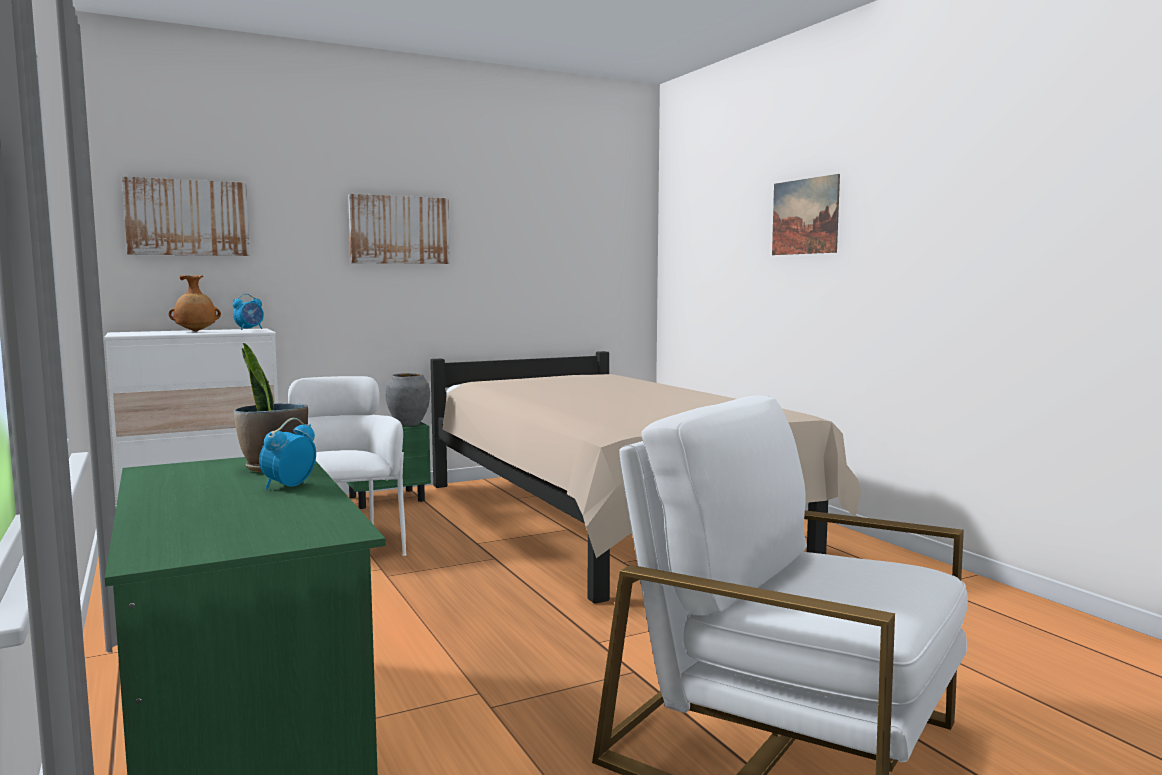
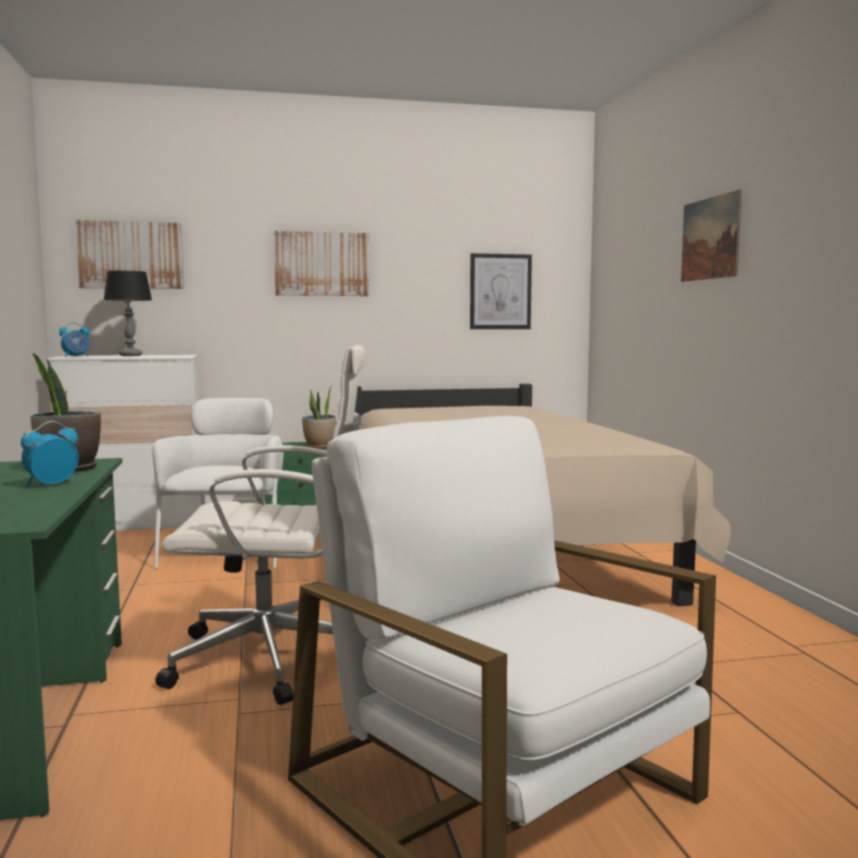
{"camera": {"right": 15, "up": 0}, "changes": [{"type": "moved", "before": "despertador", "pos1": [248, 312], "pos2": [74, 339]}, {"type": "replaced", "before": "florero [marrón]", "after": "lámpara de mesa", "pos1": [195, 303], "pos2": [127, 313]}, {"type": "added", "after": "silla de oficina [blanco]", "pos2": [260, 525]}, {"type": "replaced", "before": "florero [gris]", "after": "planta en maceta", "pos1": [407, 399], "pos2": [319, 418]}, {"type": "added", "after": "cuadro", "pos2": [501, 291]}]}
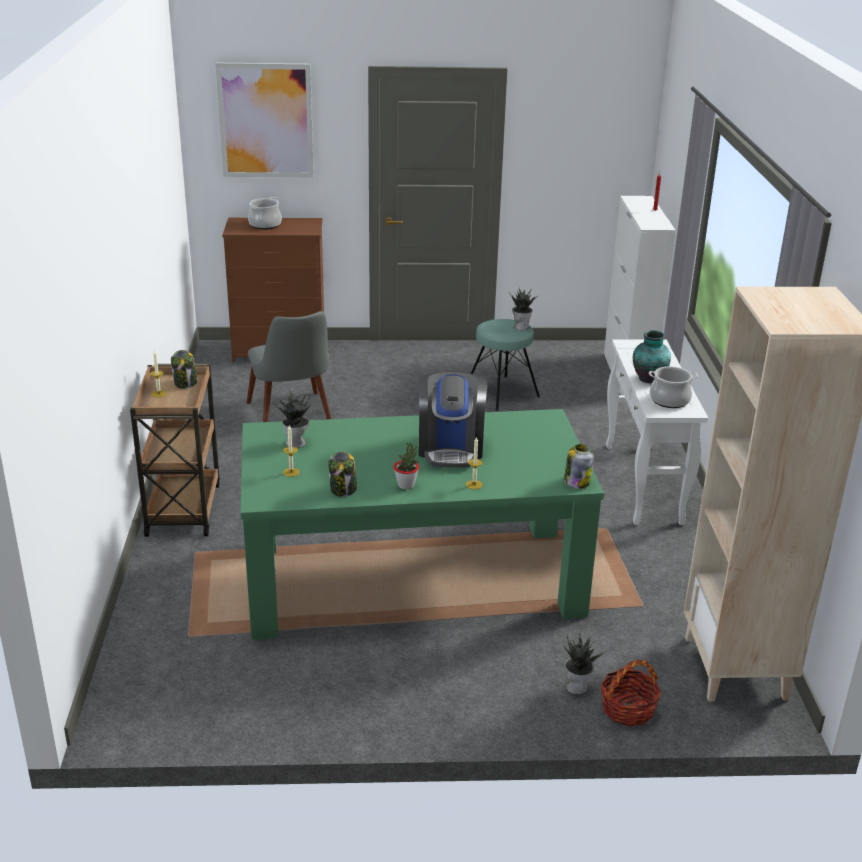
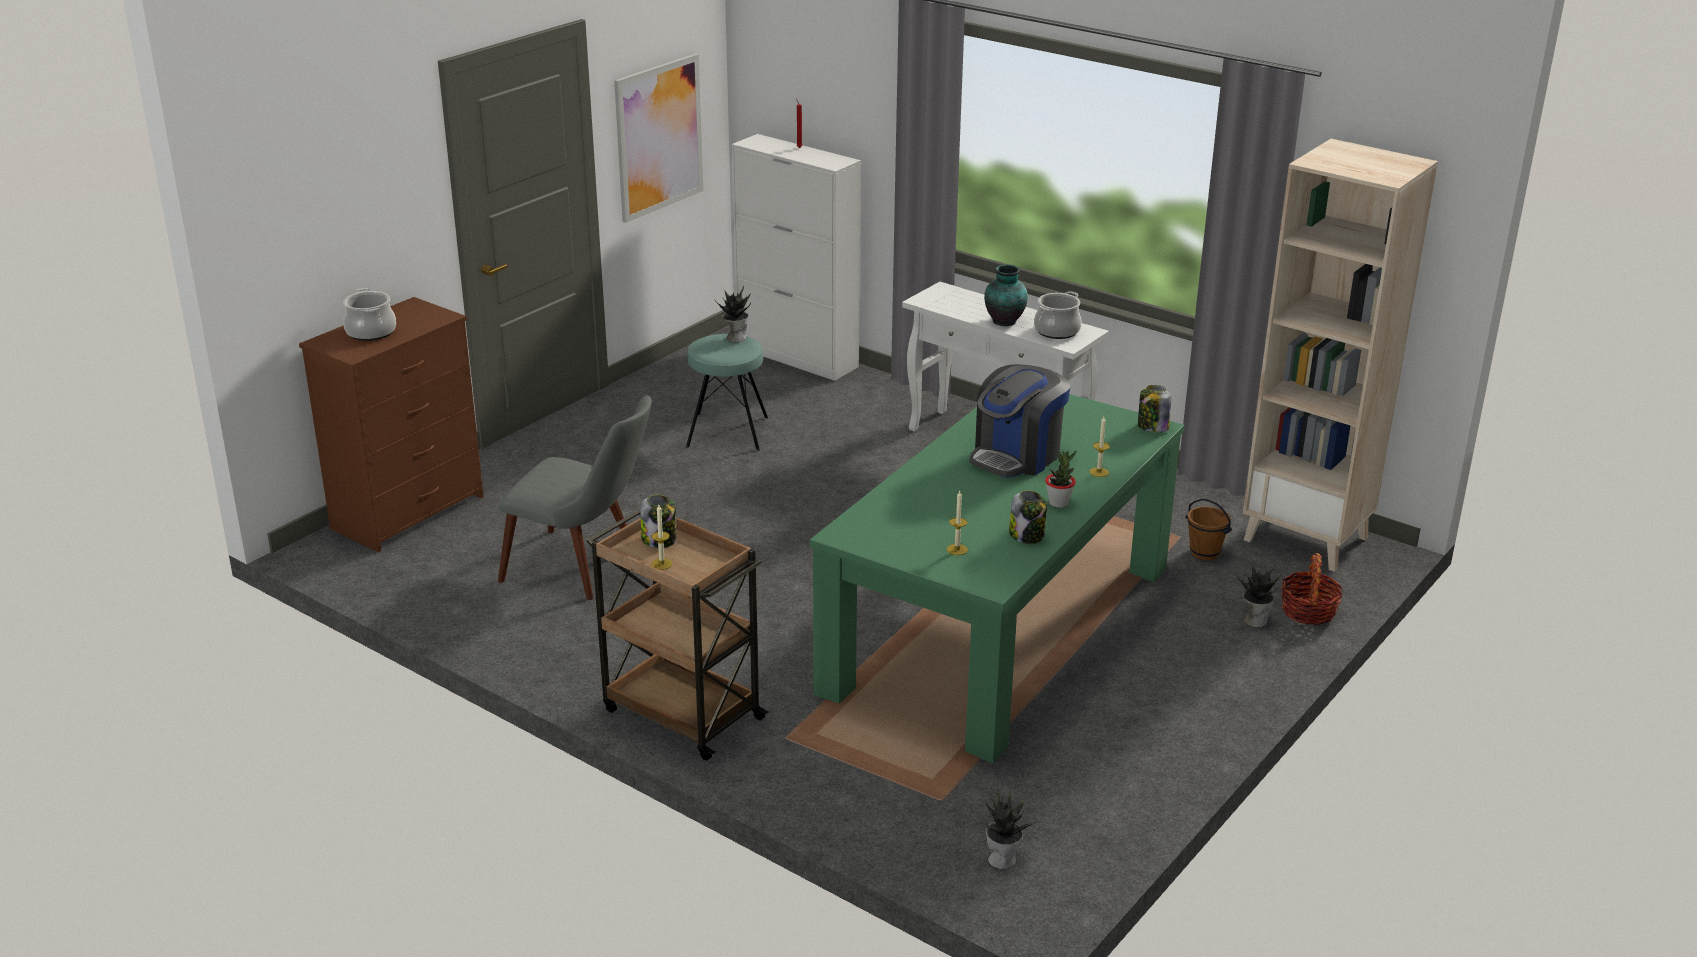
{"camera": {"right": -50, "up": 0}, "changes": [{"type": "moved", "before": "cuadro", "pos1": [265, 120], "pos2": [658, 138]}, {"type": "turned", "before": "cafetera", "pos1": [452, 419], "pos2": [1019, 421], "turn": 90}, {"type": "moved", "before": "planta en maceta", "pos1": [292, 418], "pos2": [1011, 829]}, {"type": "added", "after": "cubo [marrón]", "pos2": [1208, 530]}]}
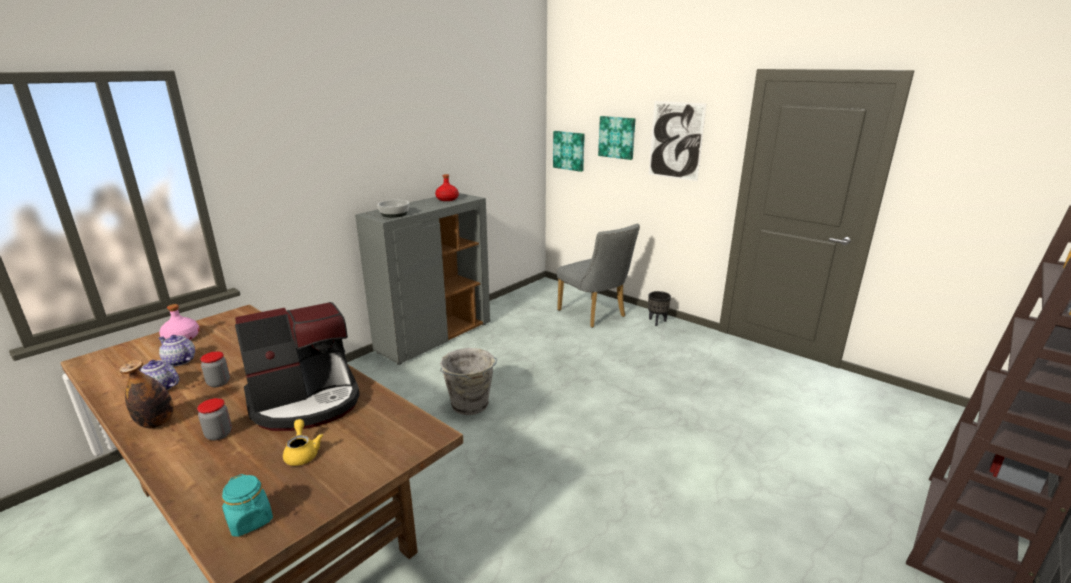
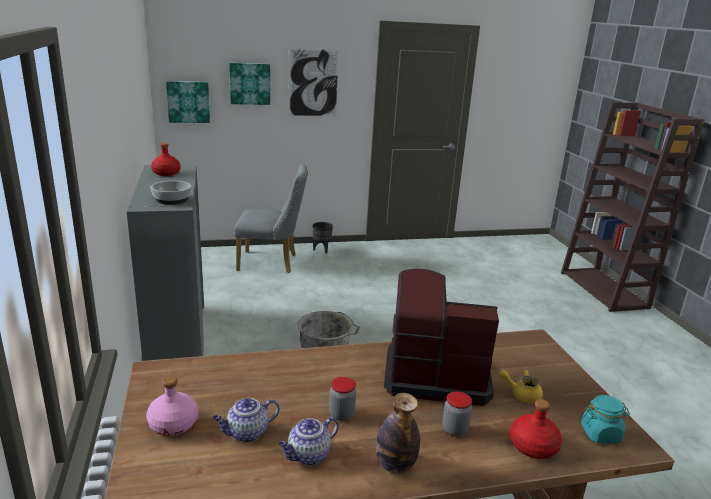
{"camera": {"right": -55, "up": 0}, "changes": [{"type": "turned", "before": "cafetera", "pos1": [297, 366], "pos2": [441, 337], "turn": -90}, {"type": "added", "after": "botella [rojo]", "pos2": [536, 429]}]}
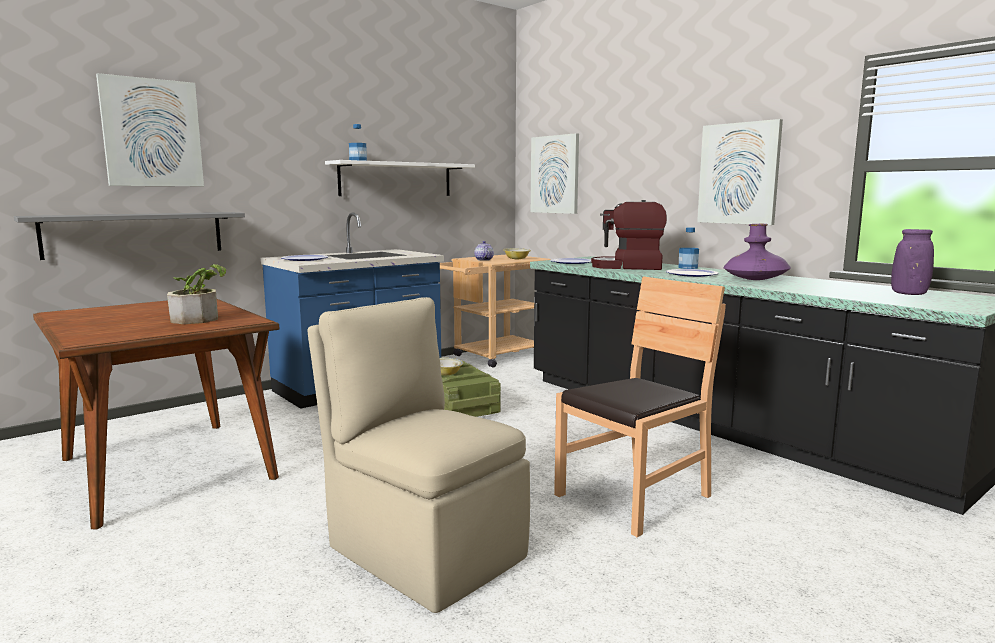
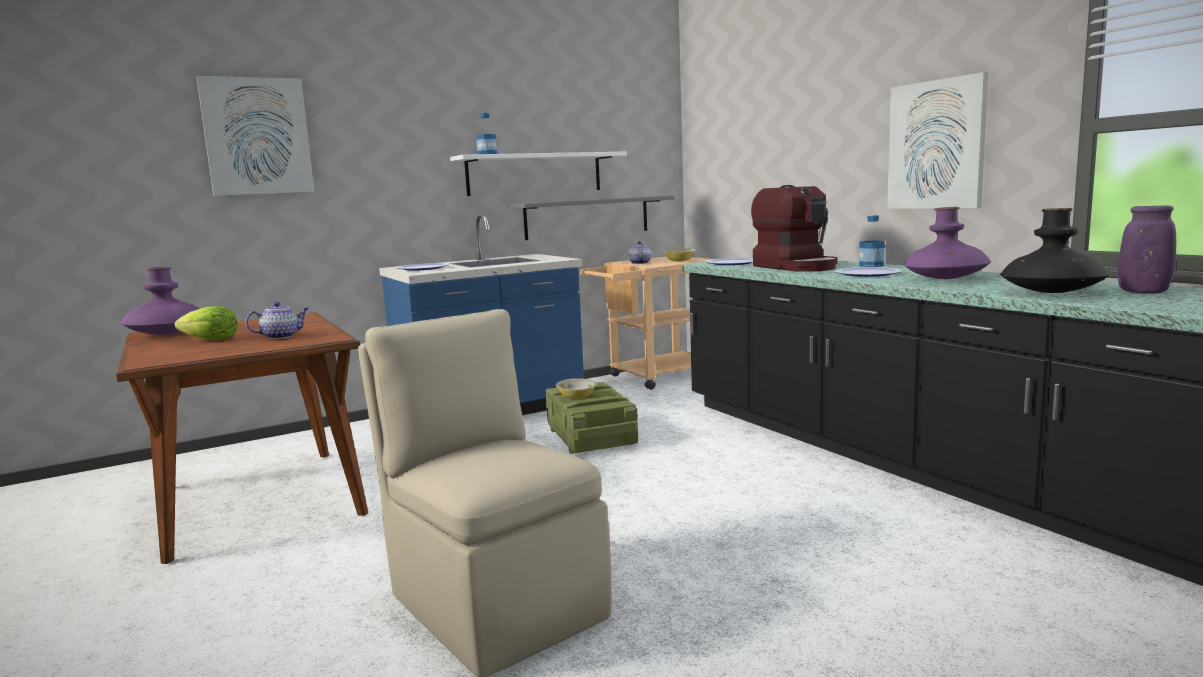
{"camera": {"right": 10, "up": 0}, "changes": [{"type": "added", "after": "florero [morado]", "pos2": [160, 301]}, {"type": "added", "after": "lechuga", "pos2": [206, 323]}, {"type": "replaced", "before": "planta en maceta", "after": "tetera", "pos1": [196, 294], "pos2": [277, 320]}, {"type": "moved", "before": "estante [gris]", "pos1": [129, 236], "pos2": [592, 218]}, {"type": "turned", "before": "cafetera", "pos1": [629, 235], "pos2": [794, 228], "turn": -135}, {"type": "added", "after": "florero [negro]", "pos2": [1055, 250]}, {"type": "removed", "before": "cuadro", "pos1": [555, 173]}, {"type": "removed", "before": "silla [marrón]", "pos1": [640, 406]}]}
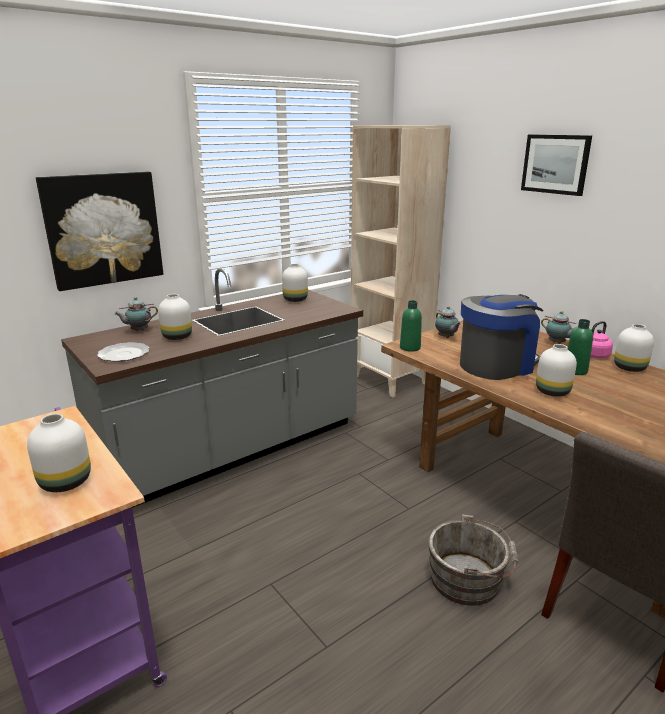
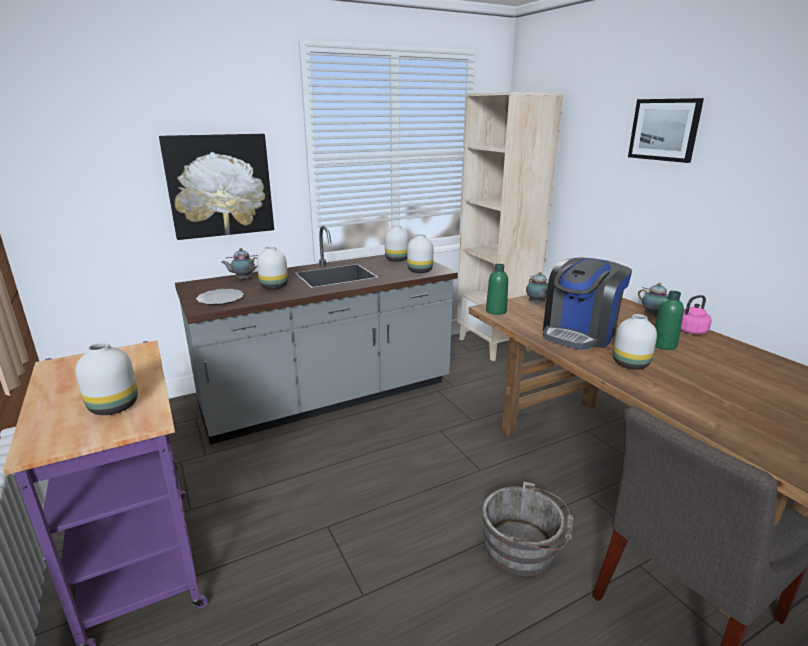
{"camera": {"right": 10, "up": 0}, "changes": [{"type": "moved", "before": "florero [blanco]", "pos1": [634, 348], "pos2": [420, 253]}, {"type": "turned", "before": "cafetera", "pos1": [502, 337], "pos2": [587, 304], "turn": 150}]}
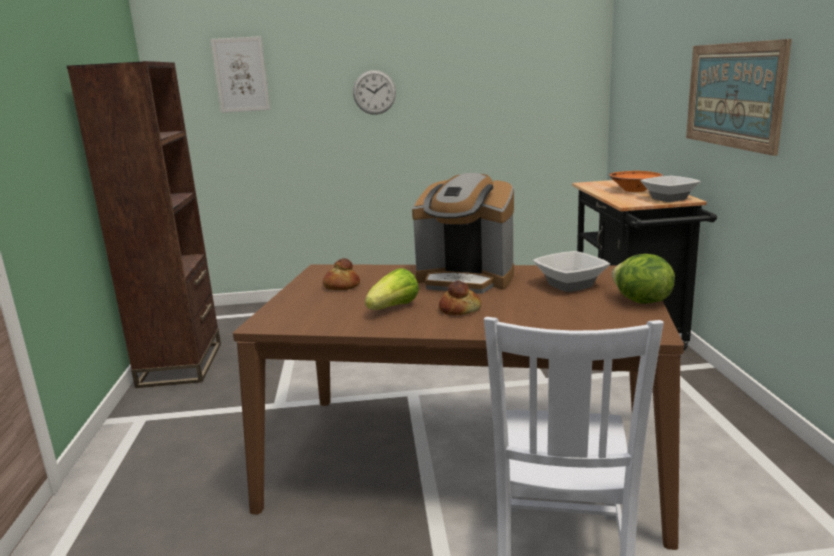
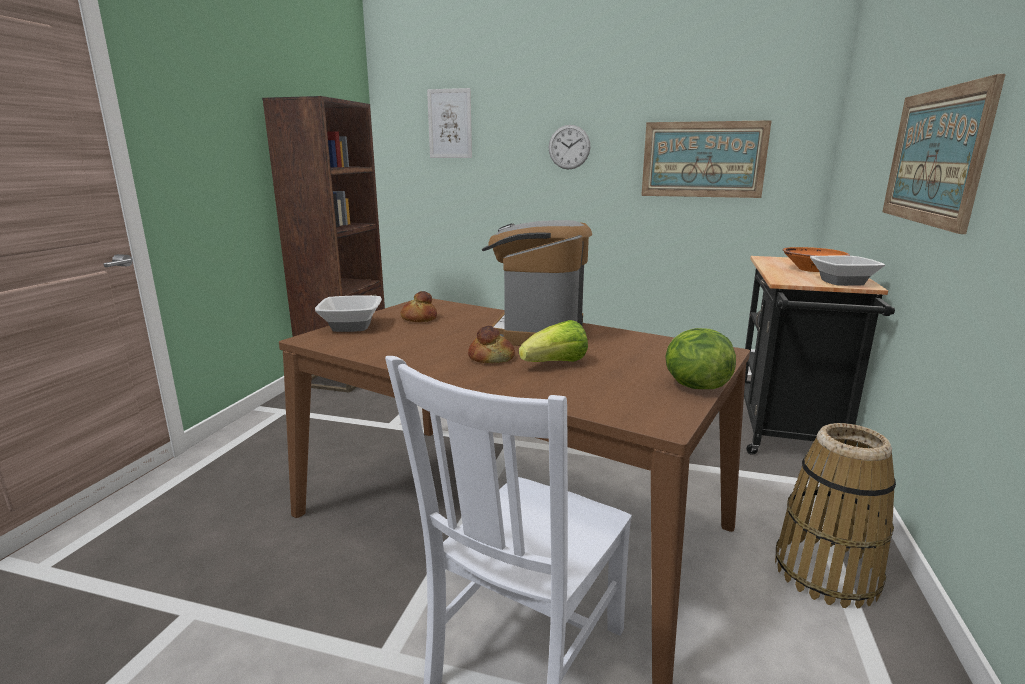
{"camera": {"right": 20, "up": 0}, "changes": [{"type": "moved", "before": "cuenco", "pos1": [571, 271], "pos2": [348, 313]}, {"type": "turned", "before": "cafetera", "pos1": [463, 233], "pos2": [537, 283], "turn": 60}, {"type": "moved", "before": "lechuga", "pos1": [392, 289], "pos2": [553, 341]}, {"type": "added", "after": "cuadro", "pos2": [706, 159]}, {"type": "added", "after": "cesta", "pos2": [835, 515]}]}
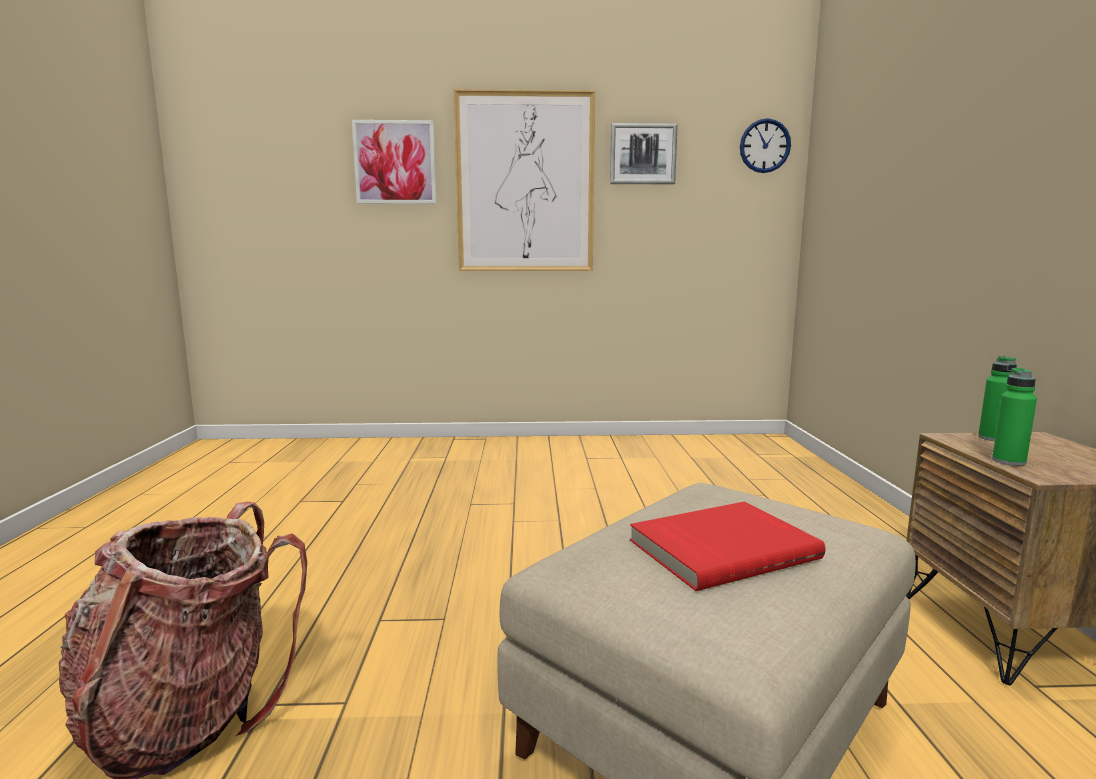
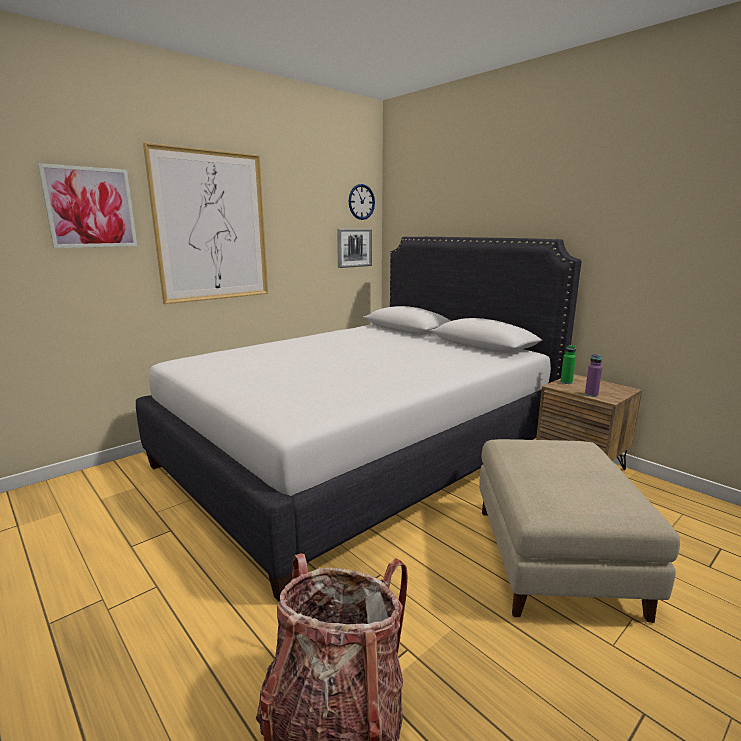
{"camera": {"right": -40, "up": 5}, "changes": [{"type": "added", "after": "cama [blanco]", "pos2": [359, 419]}, {"type": "moved", "before": "cuadro", "pos1": [644, 153], "pos2": [354, 248]}, {"type": "recoloured", "before": "botella [verde]", "after": "botella [morado]", "pos1": [1014, 417], "pos2": [593, 375]}, {"type": "removed", "before": "libro [rojo]", "pos1": [727, 546]}]}
